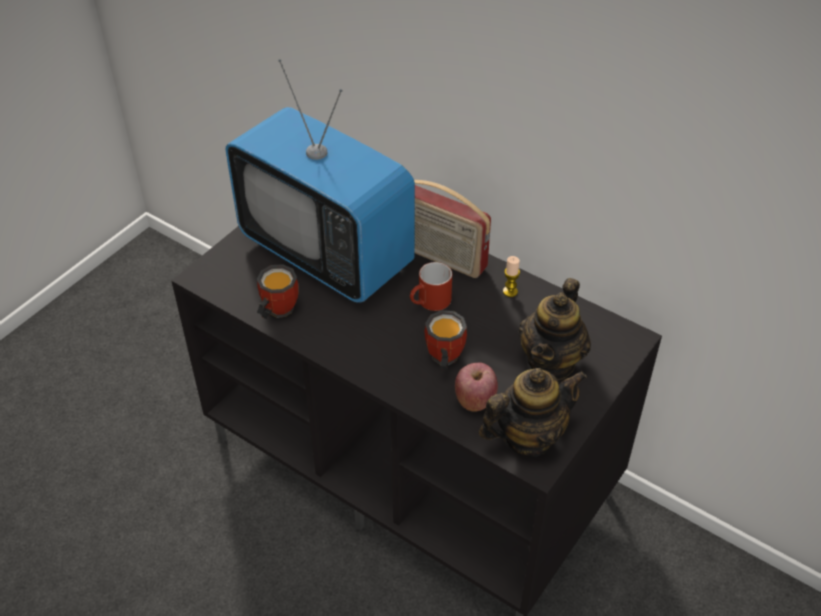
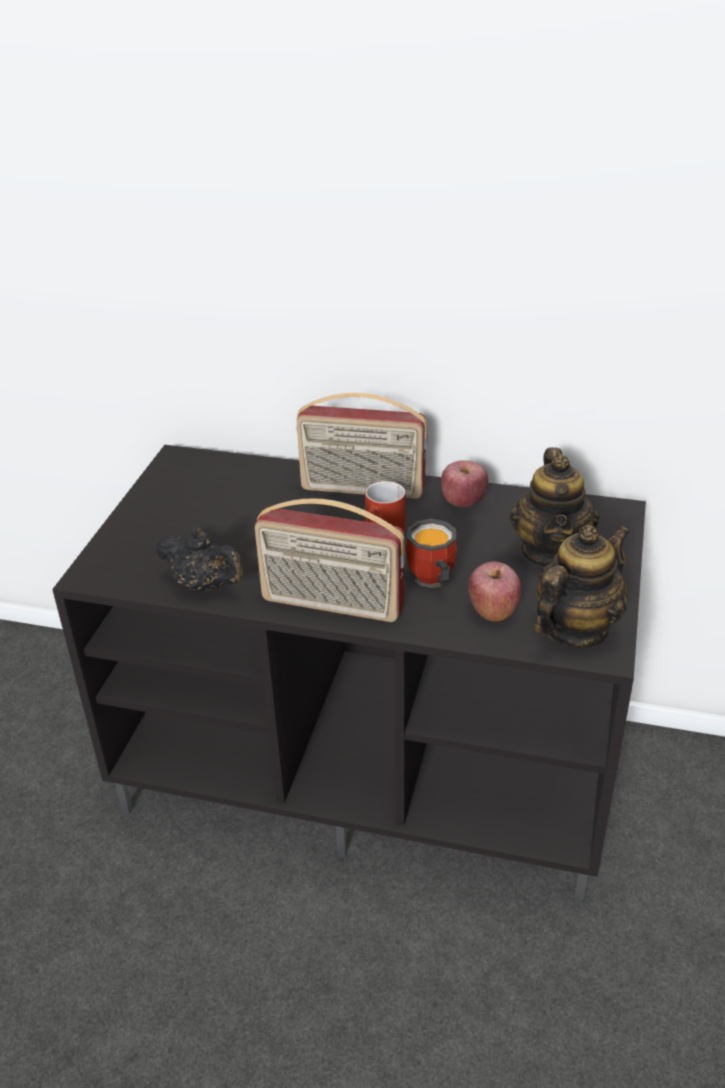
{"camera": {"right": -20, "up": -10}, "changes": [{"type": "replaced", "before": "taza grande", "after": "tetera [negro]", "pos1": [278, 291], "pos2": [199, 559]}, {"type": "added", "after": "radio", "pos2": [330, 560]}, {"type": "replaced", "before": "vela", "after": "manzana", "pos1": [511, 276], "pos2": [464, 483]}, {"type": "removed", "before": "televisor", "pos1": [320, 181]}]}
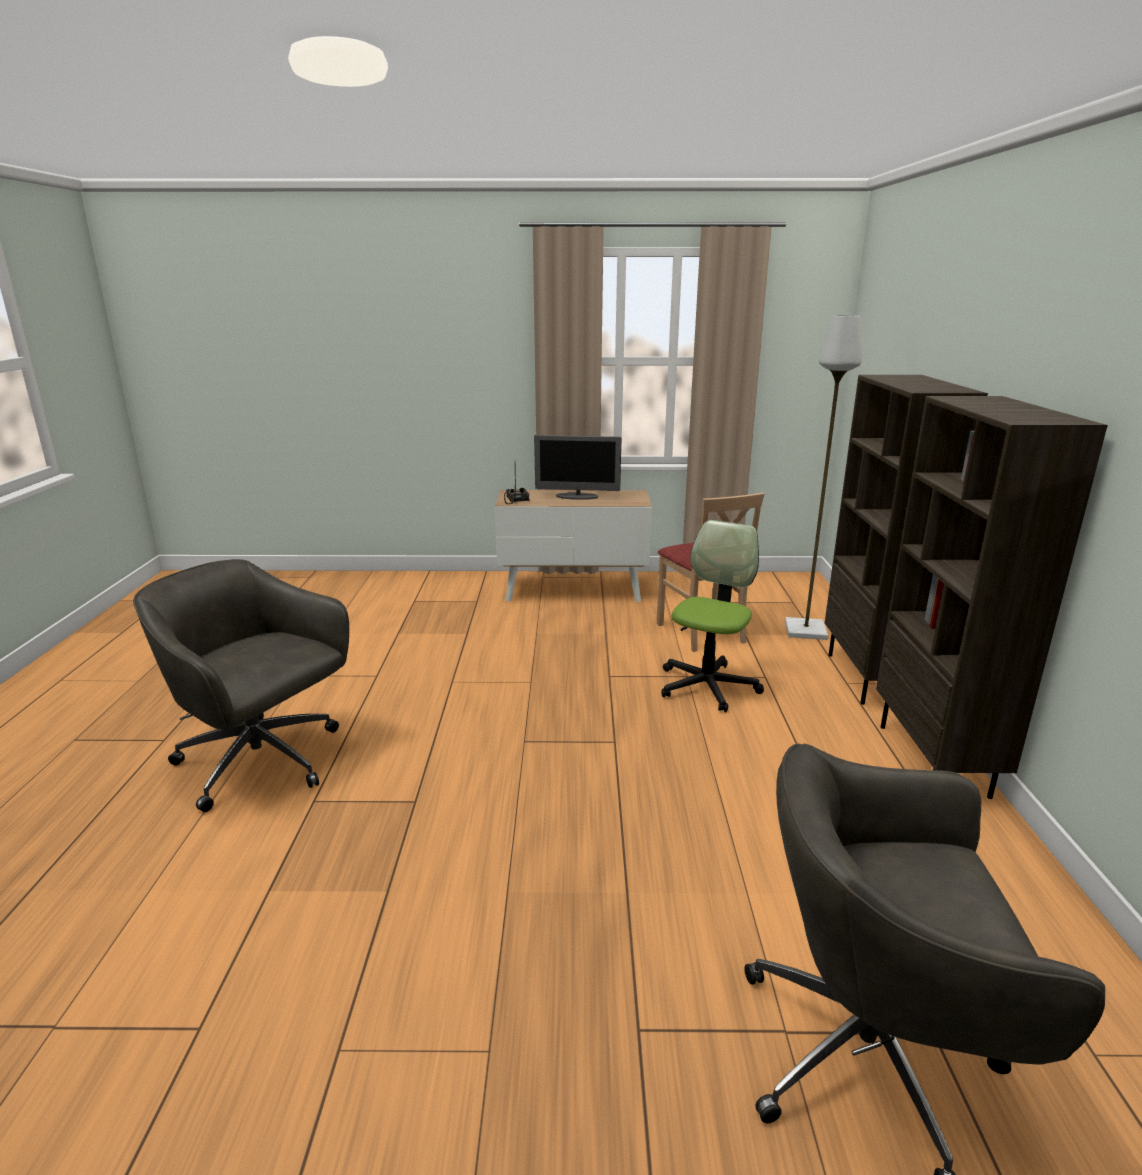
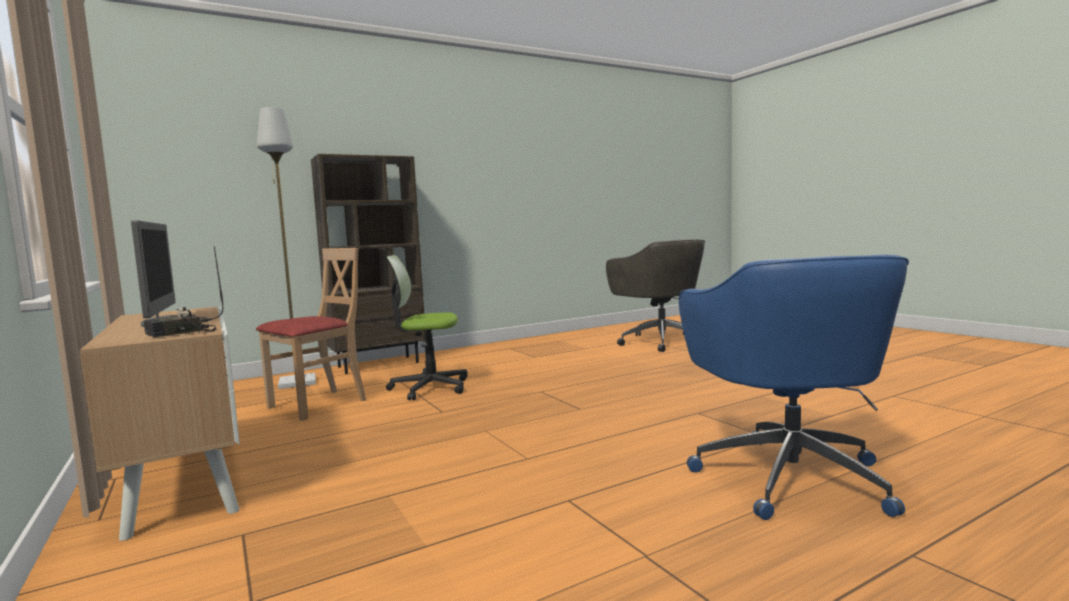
{"camera": {"right": -120, "up": -15}, "changes": [{"type": "recoloured", "before": "silla de oficina [gris]", "after": "silla de oficina [azul]", "pos1": [241, 685], "pos2": [794, 387]}, {"type": "removed", "before": "estantería [marrón]", "pos1": [992, 597]}]}
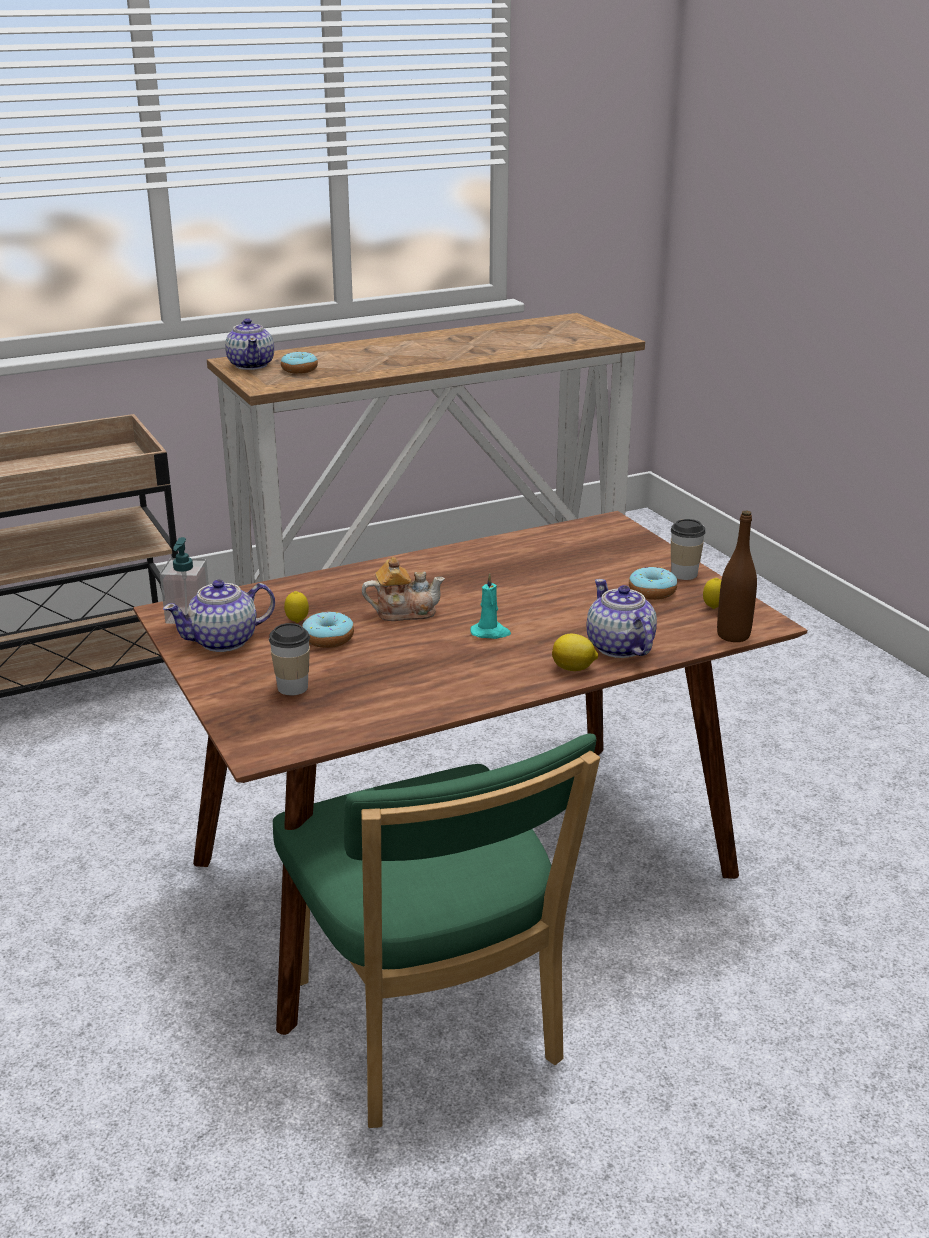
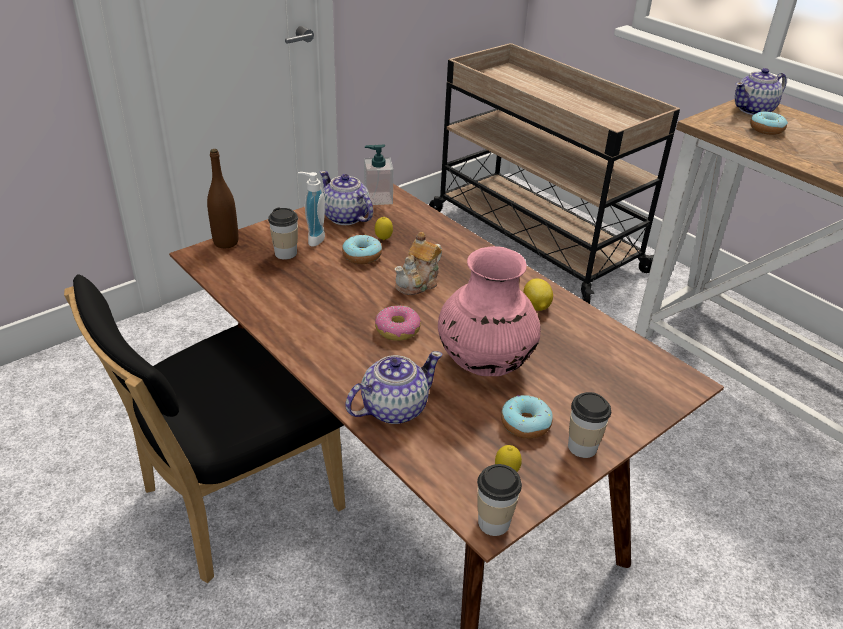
{"camera": {"right": 75, "up": 10}, "changes": [{"type": "recoloured", "before": "silla [verde]", "after": "silla [negro]", "pos1": [436, 931], "pos2": [204, 428]}, {"type": "moved", "before": "botella [marrón]", "pos1": [737, 576], "pos2": [223, 198]}, {"type": "added", "after": "dispensador de jabón", "pos2": [311, 209]}, {"type": "replaced", "before": "vela [turquesa]", "after": "rosquilla", "pos1": [490, 606], "pos2": [398, 323]}, {"type": "turned", "before": "tetera", "pos1": [403, 589], "pos2": [418, 263], "turn": 60}, {"type": "added", "after": "florero [rosa]", "pos2": [489, 311]}, {"type": "added", "after": "taza", "pos2": [499, 500]}, {"type": "moved", "before": "limón", "pos1": [575, 652], "pos2": [538, 295]}]}
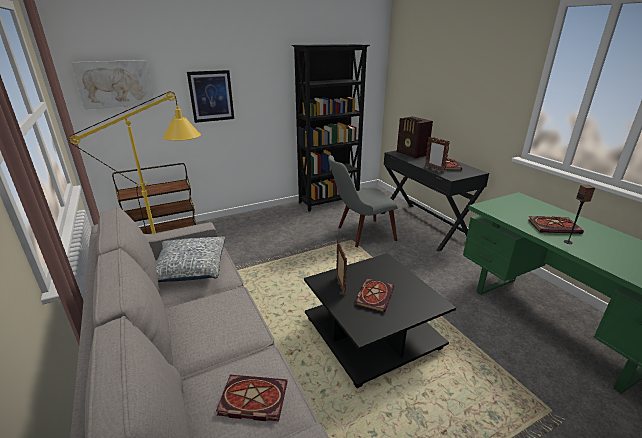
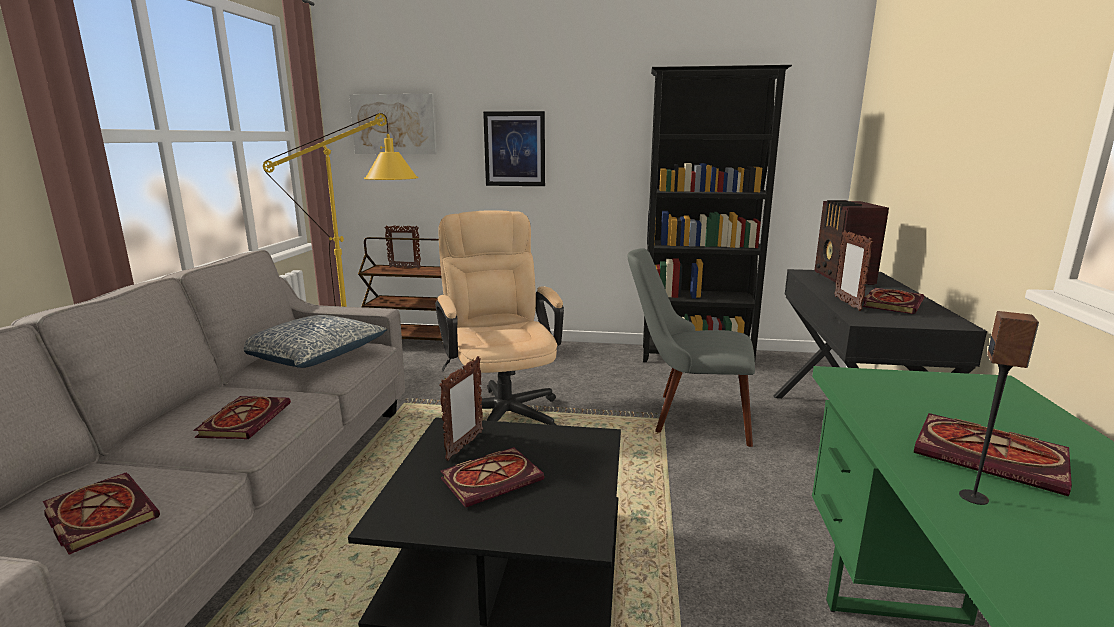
{"camera": {"right": 35, "up": -10}, "changes": [{"type": "added", "after": "libro", "pos2": [242, 417]}, {"type": "added", "after": "portarretratos", "pos2": [402, 247]}, {"type": "added", "after": "silla de oficina [beis]", "pos2": [499, 317]}]}
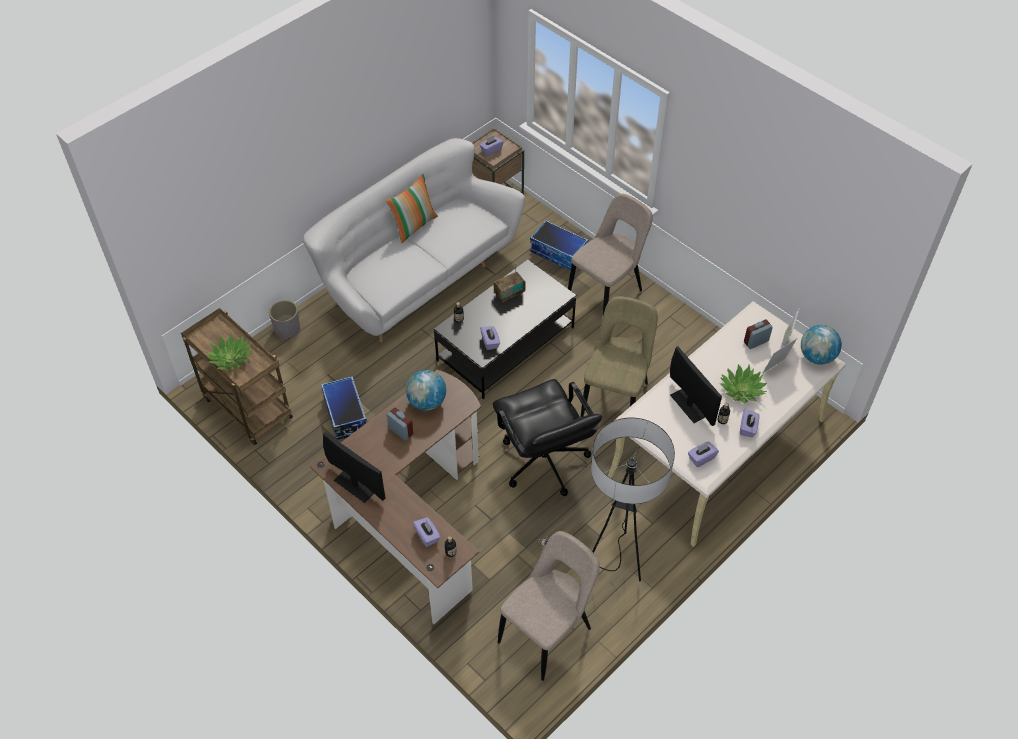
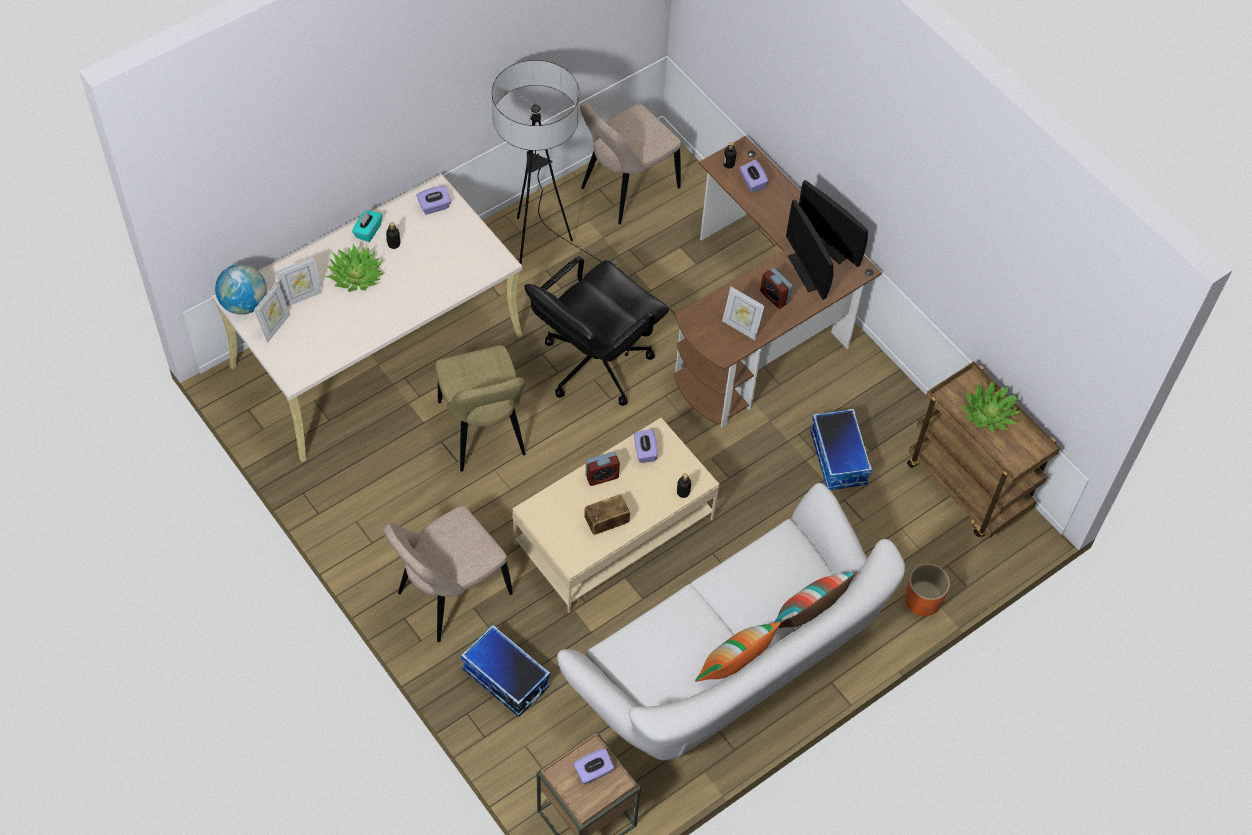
{"camera": {"right": -175, "up": 5}, "changes": [{"type": "recoloured", "before": "caja de pañuelos [morado]", "after": "caja de pañuelos [turquesa]", "pos1": [749, 423], "pos2": [367, 226]}, {"type": "turned", "before": "silla [beis]", "pos1": [619, 356], "pos2": [480, 408], "turn": -45}, {"type": "recoloured", "before": "mesa de centro [negro]", "after": "mesa de centro [beis]", "pos1": [505, 329], "pos2": [615, 515]}, {"type": "turned", "before": "silla de oficina [negro]", "pos1": [547, 437], "pos2": [596, 331], "turn": -120}, {"type": "moved", "before": "despertador", "pos1": [758, 334], "pos2": [603, 469]}, {"type": "replaced", "before": "globo terráqueo", "after": "portarretratos", "pos1": [426, 390], "pos2": [743, 313]}, {"type": "added", "after": "cojín", "pos2": [815, 599]}, {"type": "moved", "before": "monitor", "pos1": [696, 386], "pos2": [810, 250]}, {"type": "recoloured", "before": "maceta [gris]", "after": "maceta [naranja]", "pos1": [284, 319], "pos2": [927, 590]}]}
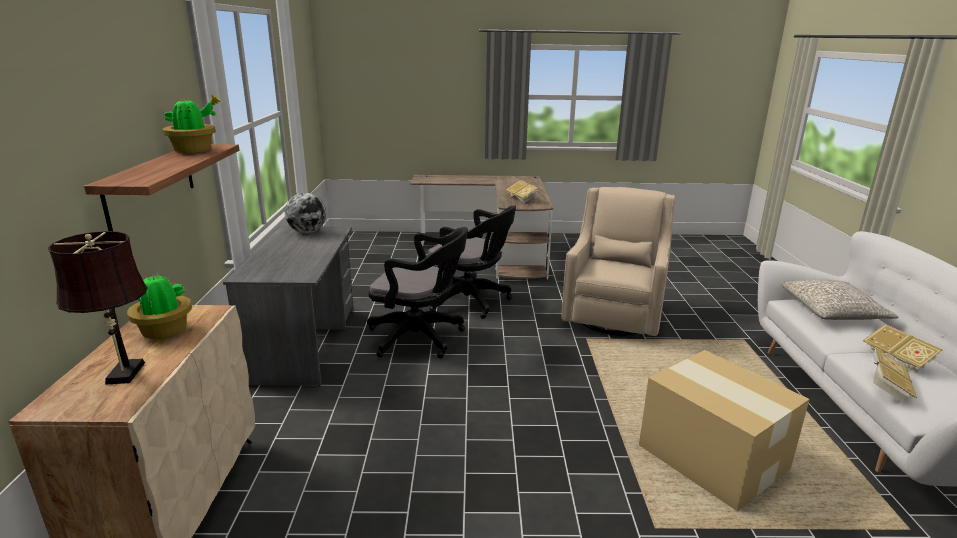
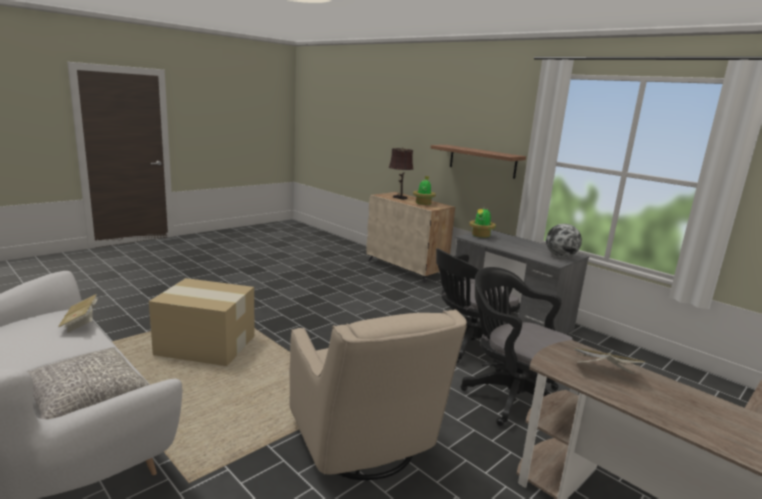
{"camera": {"right": 135, "up": -5}, "changes": [{"type": "turned", "before": "silla de oficina [negro]", "pos1": [471, 262], "pos2": [517, 346], "turn": 60}, {"type": "moved", "before": "planta en maceta", "pos1": [191, 124], "pos2": [482, 223]}, {"type": "removed", "before": "libro", "pos1": [903, 349]}]}
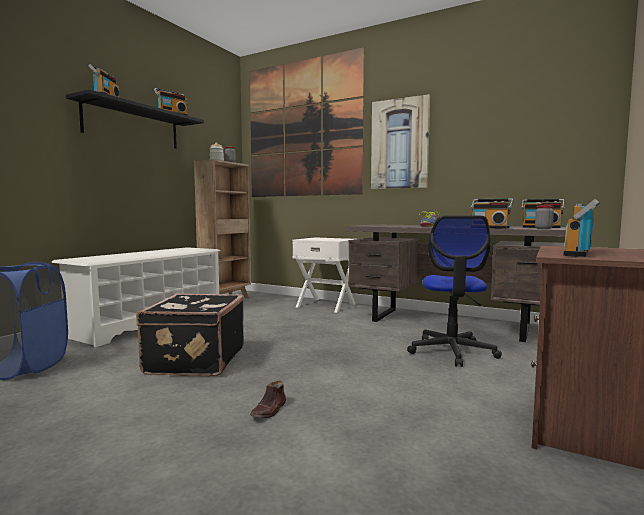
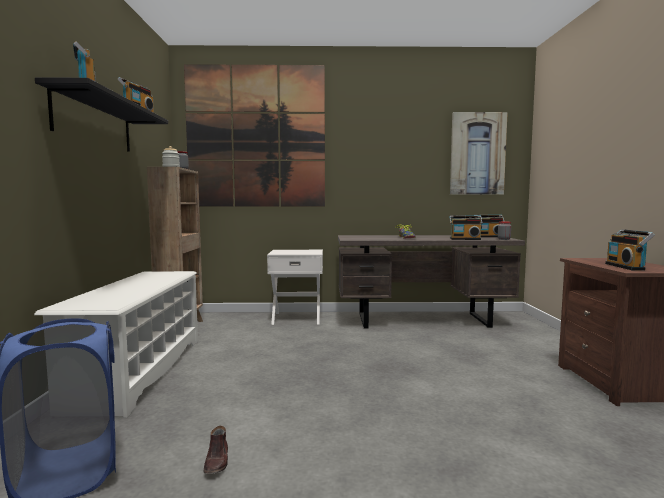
{"camera": {"right": -30, "up": 0}, "changes": [{"type": "moved", "before": "zapato [marrón]", "pos1": [268, 399], "pos2": [215, 450]}, {"type": "moved", "before": "cuadro", "pos1": [400, 141], "pos2": [479, 153]}, {"type": "removed", "before": "maleta [negro]", "pos1": [190, 334]}, {"type": "removed", "before": "silla de oficina", "pos1": [454, 291]}]}
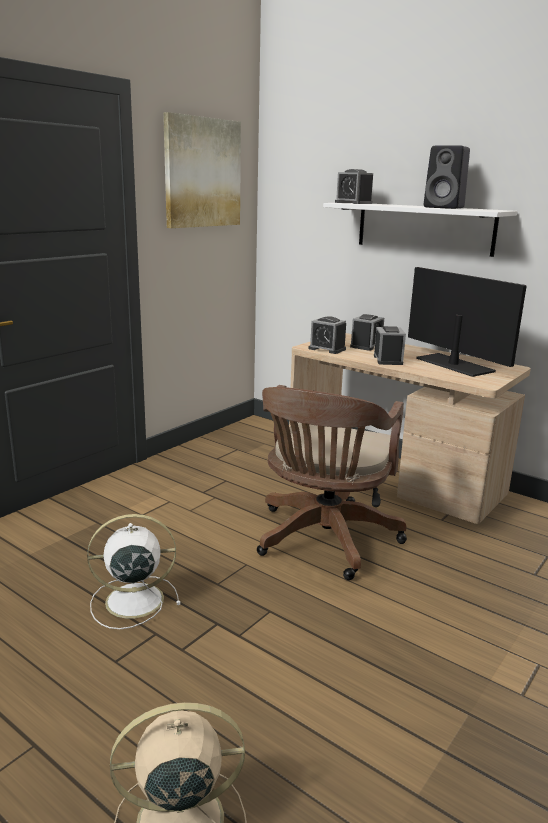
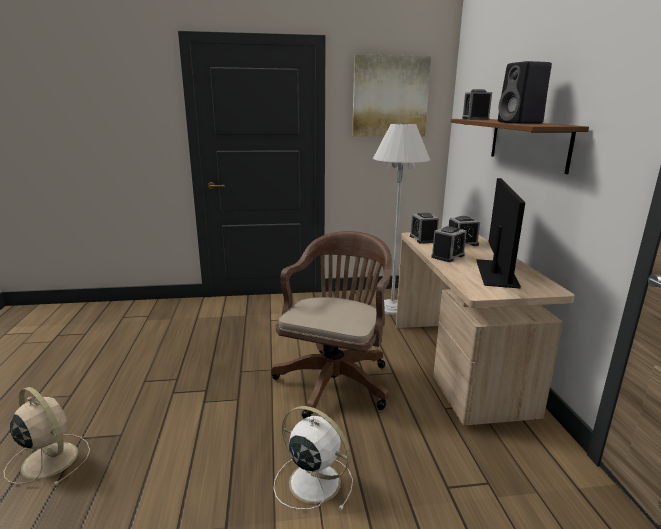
{"camera": {"right": 45, "up": 0}, "changes": [{"type": "turned", "before": "silla de oficina [marrón]", "pos1": [332, 482], "pos2": [331, 325], "turn": 135}, {"type": "moved", "before": "ventilador [blanco]", "pos1": [134, 571], "pos2": [313, 458]}, {"type": "added", "after": "lámpara de pie [blanco]", "pos2": [401, 219]}, {"type": "recoloured", "before": "estante [blanco]", "after": "estante [marrón]", "pos1": [420, 230], "pos2": [520, 146]}]}
